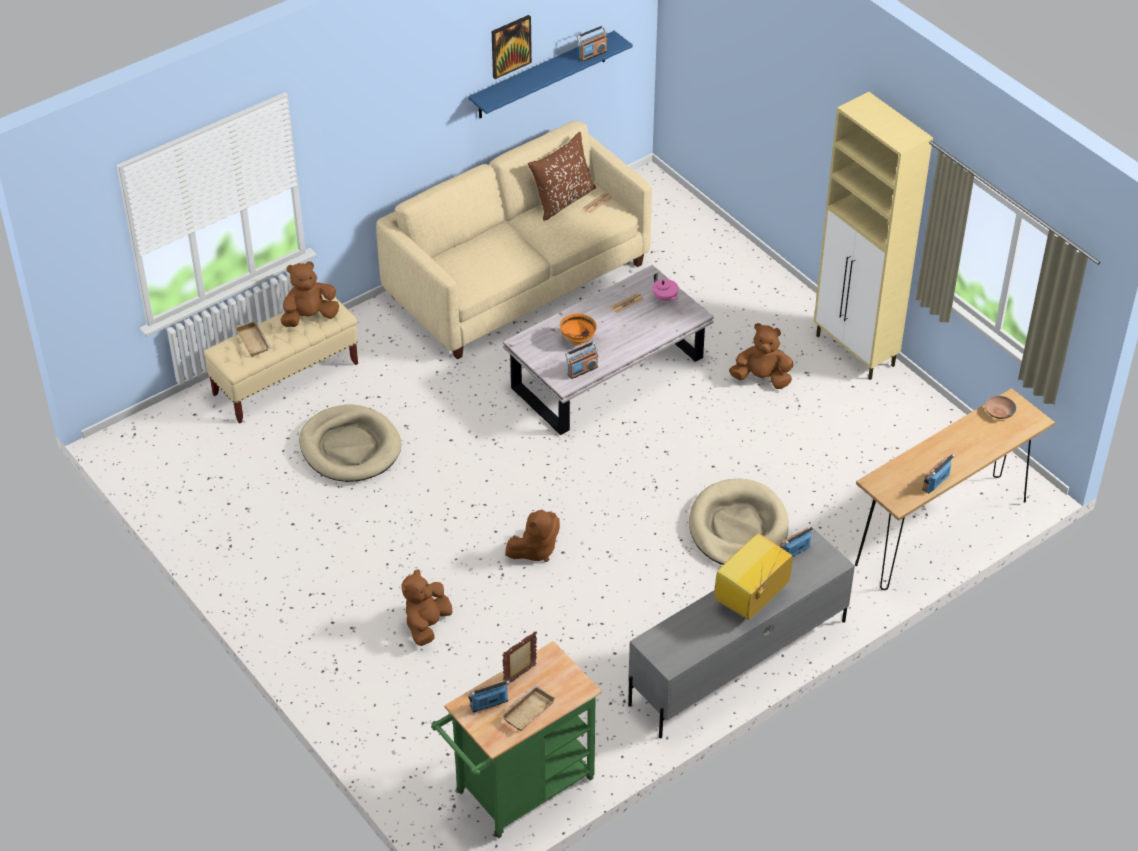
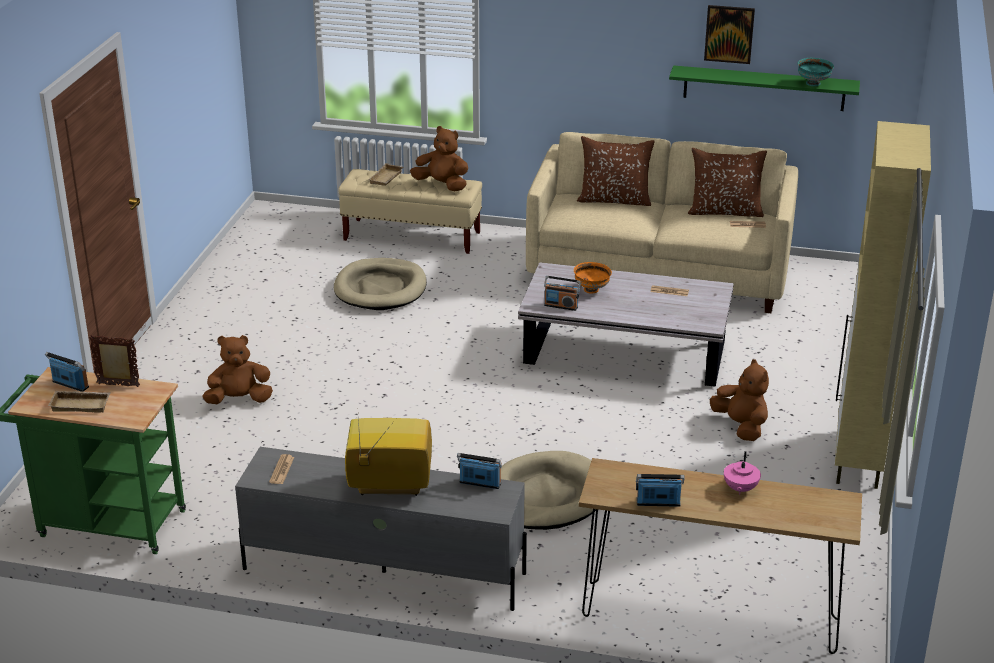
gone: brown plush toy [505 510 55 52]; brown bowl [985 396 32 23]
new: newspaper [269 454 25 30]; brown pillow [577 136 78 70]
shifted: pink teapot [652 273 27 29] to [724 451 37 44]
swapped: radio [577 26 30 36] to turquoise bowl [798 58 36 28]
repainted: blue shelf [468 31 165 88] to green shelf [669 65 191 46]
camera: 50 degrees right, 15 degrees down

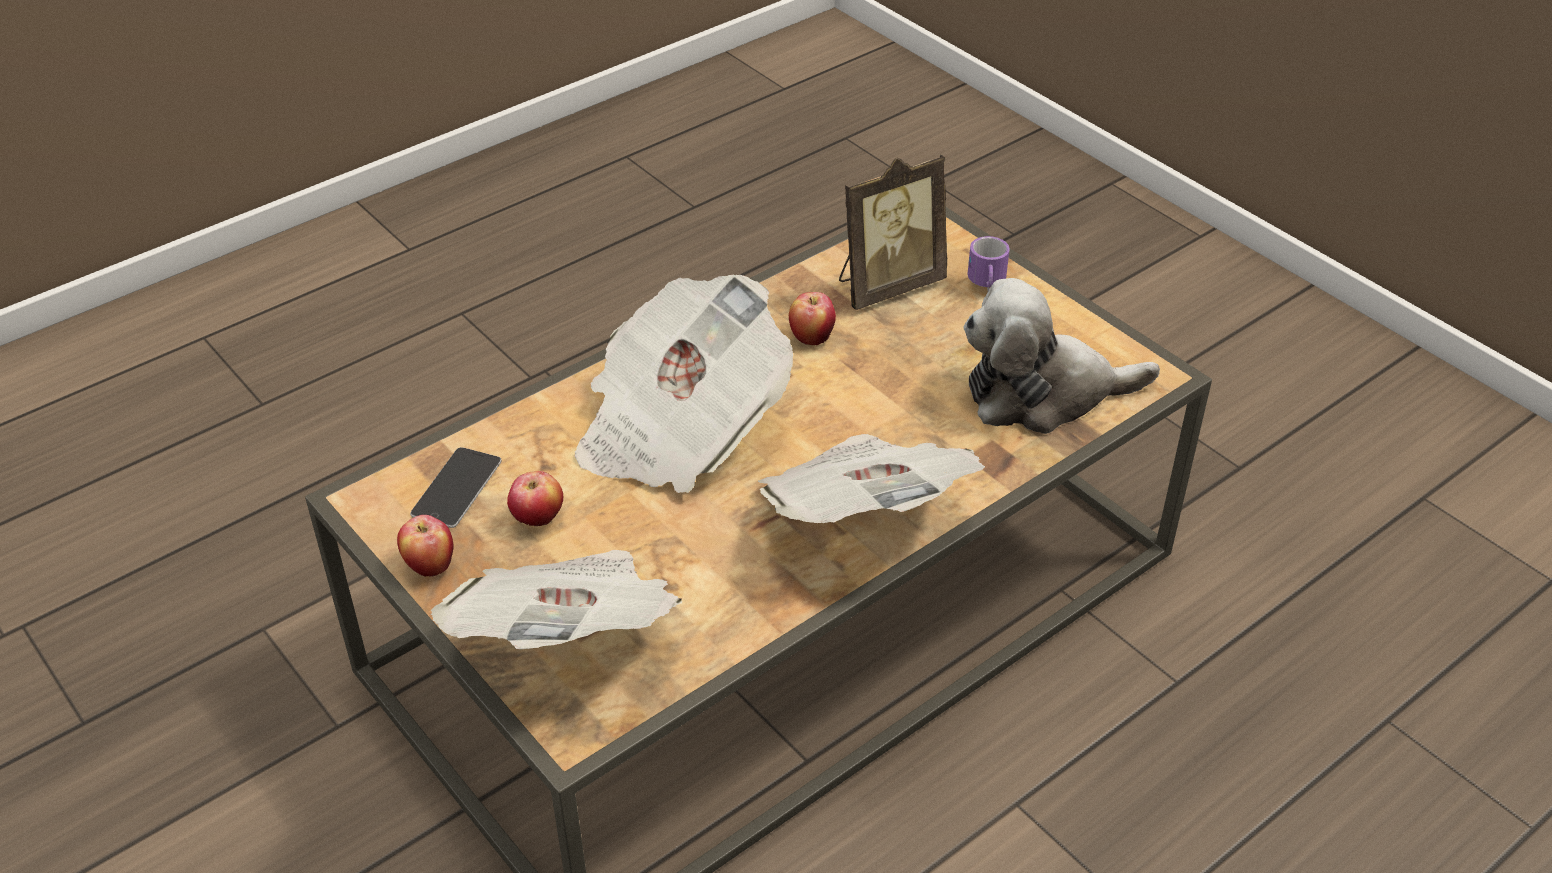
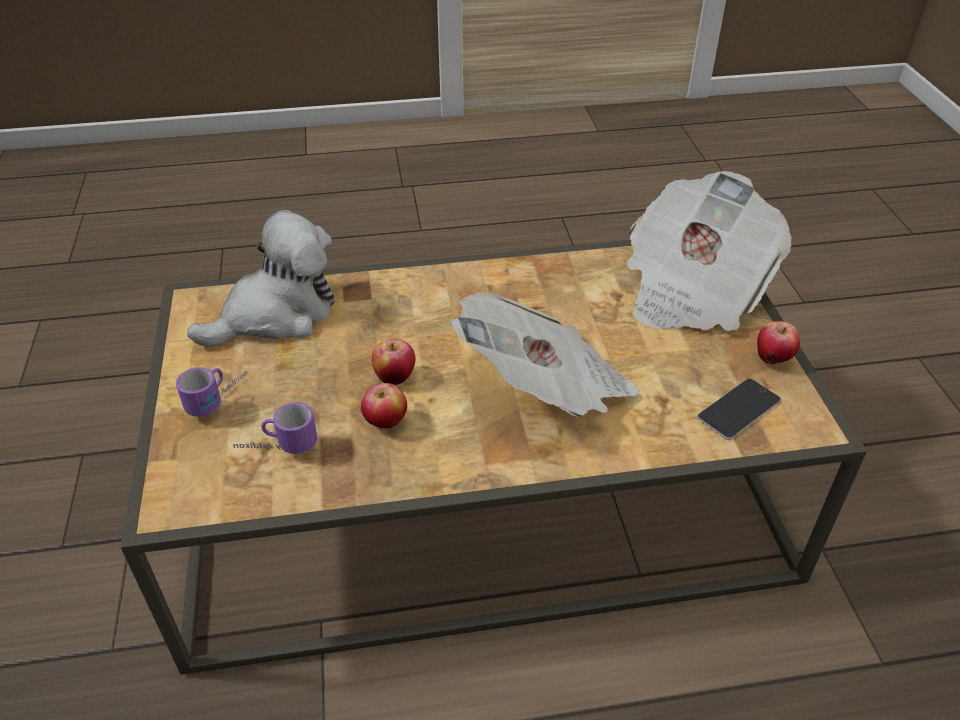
gone: newspaper [758 434 227 89]
shifted: apple [507 471 56 55] to [372 338 44 47]
swapped: picture frame [839 155 108 155] to mug [233 402 84 52]
rotated: plush toy [963 278 197 156] = [187 210 147 137] 60 degrees counterclockwise
camera: 150 degrees left, 0 degrees up

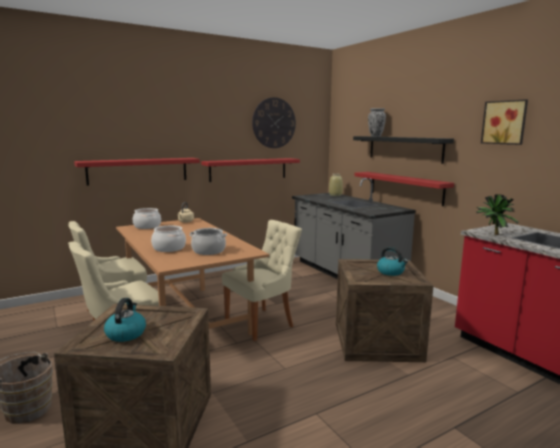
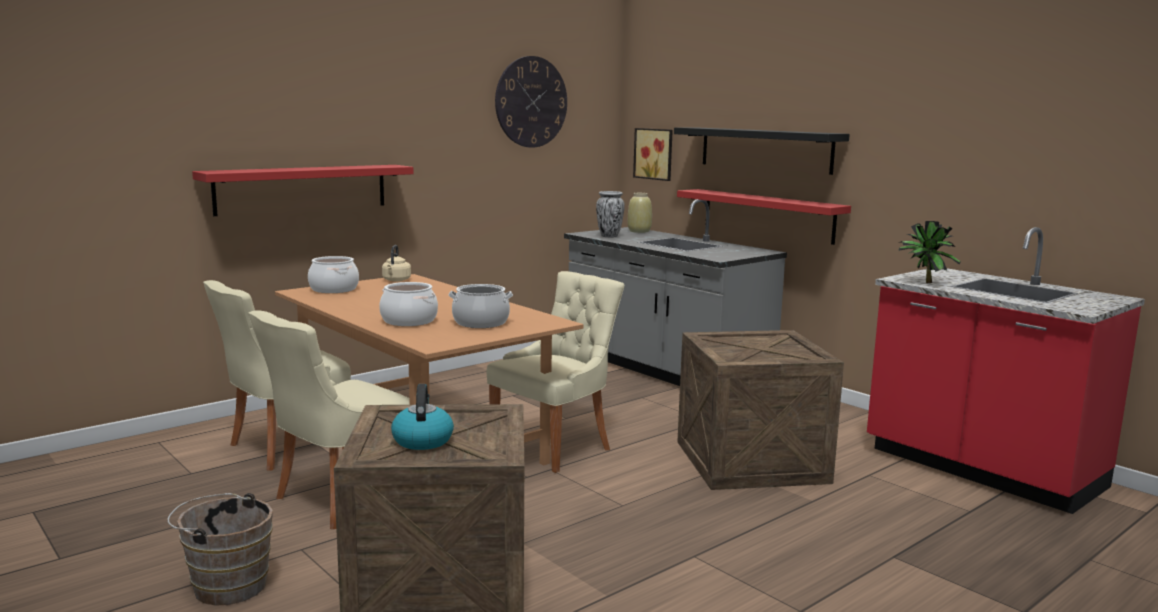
gone: red shelf [201 158 99 24]; kettle [377 247 31 29]
shifted: vase [368 108 18 29] to [596 191 29 47]; picture [481 99 47 46] to [633 128 40 53]
camera: 10 degrees left, 0 degrees up

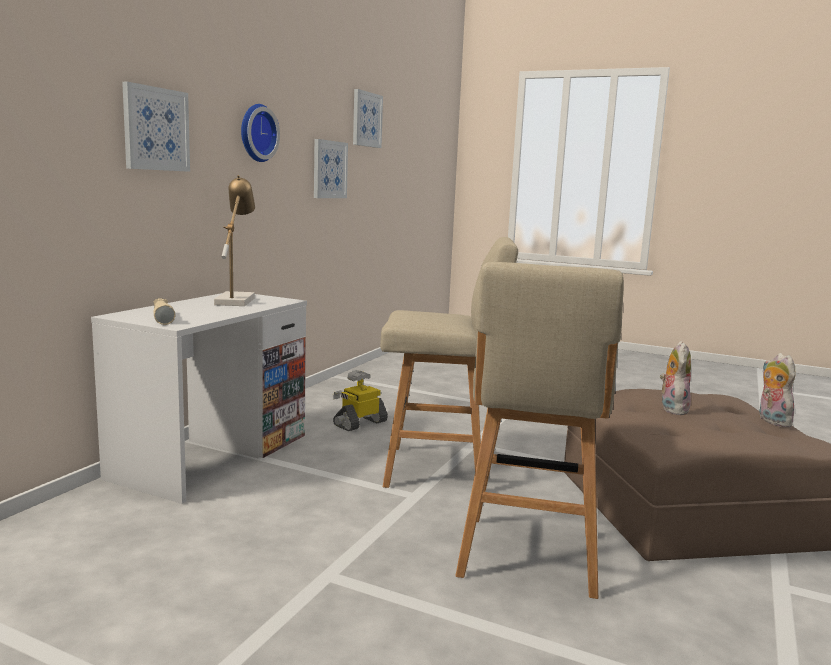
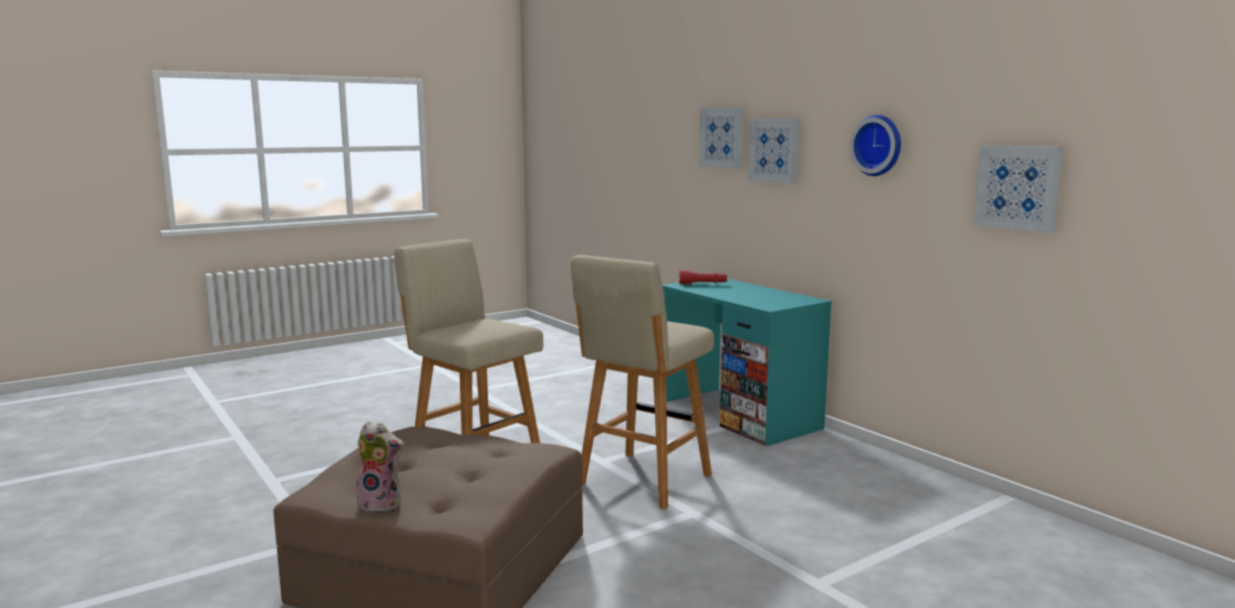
gone: table lamp [214 175 41 131]; toy robot [333 370 55 61]; plush toy [660 341 31 74]
shifted: picture [353 89 30 59] to [699 107 44 62]
repainted: white desk [91 291 216 213] to turquoise desk [663 279 169 167]; beige flashlight [153 298 23 27] to red flashlight [679 270 48 14]
camera: 120 degrees right, 0 degrees up

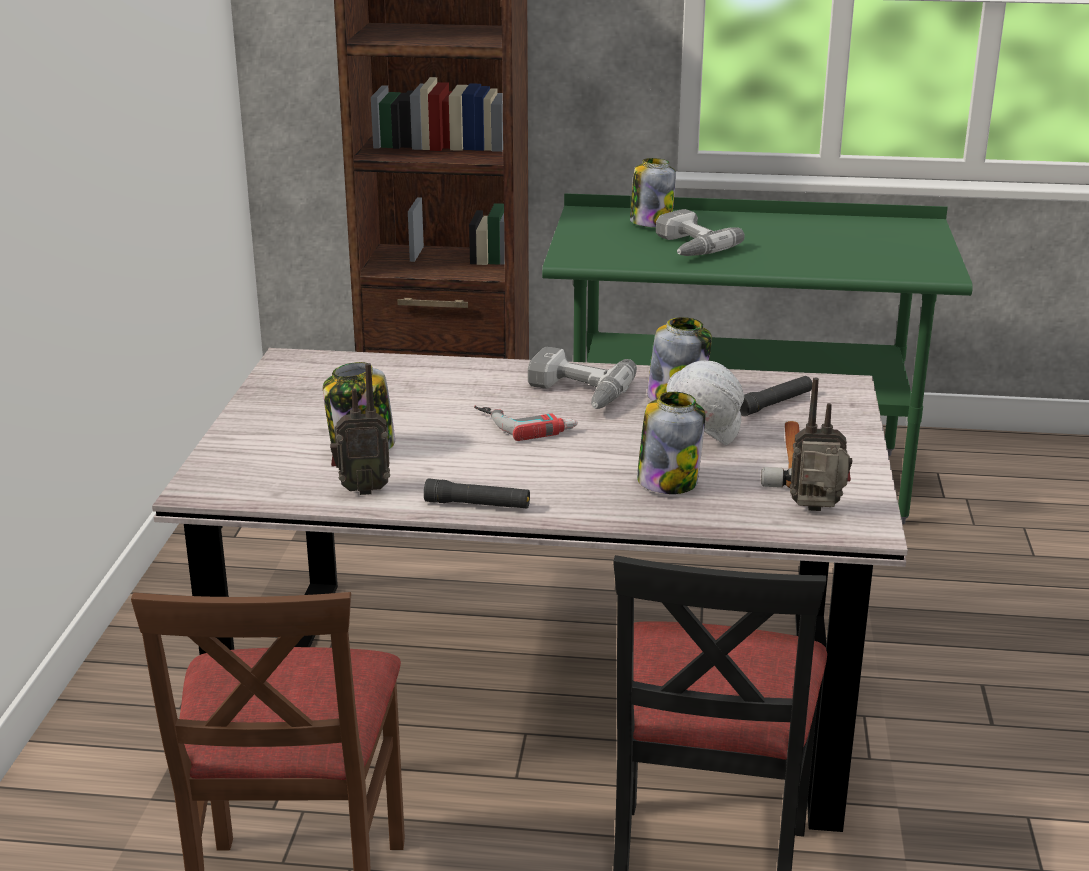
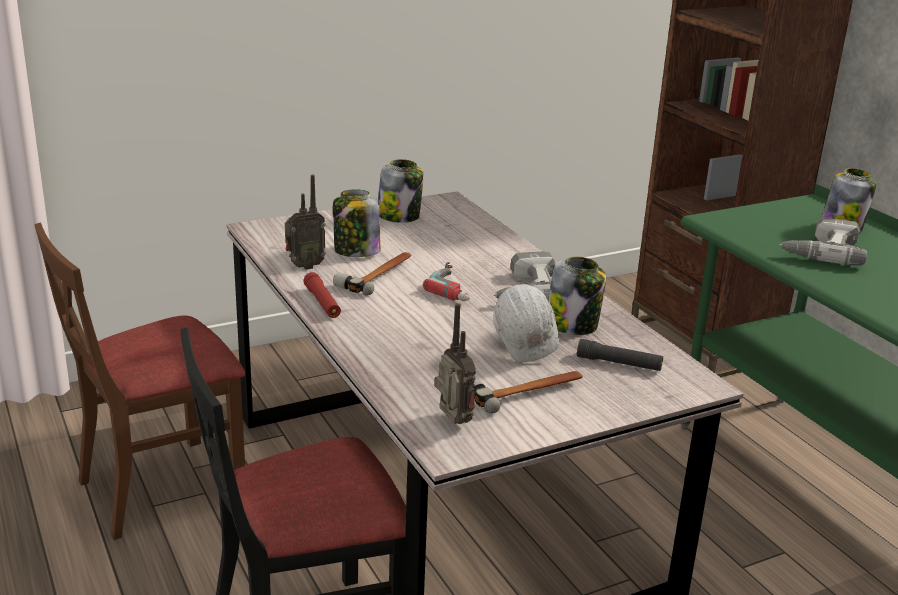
new: hammer [333 252 79 43]
shifted: jar [637 392 68 102] to [378 159 46 64]
repainted: black flashlight [424 478 106 31] to red flashlight [304 272 37 46]
rotated: radio [330 363 60 132] = [285 175 41 95] 75 degrees counterclockwise
camera: 55 degrees right, 0 degrees up

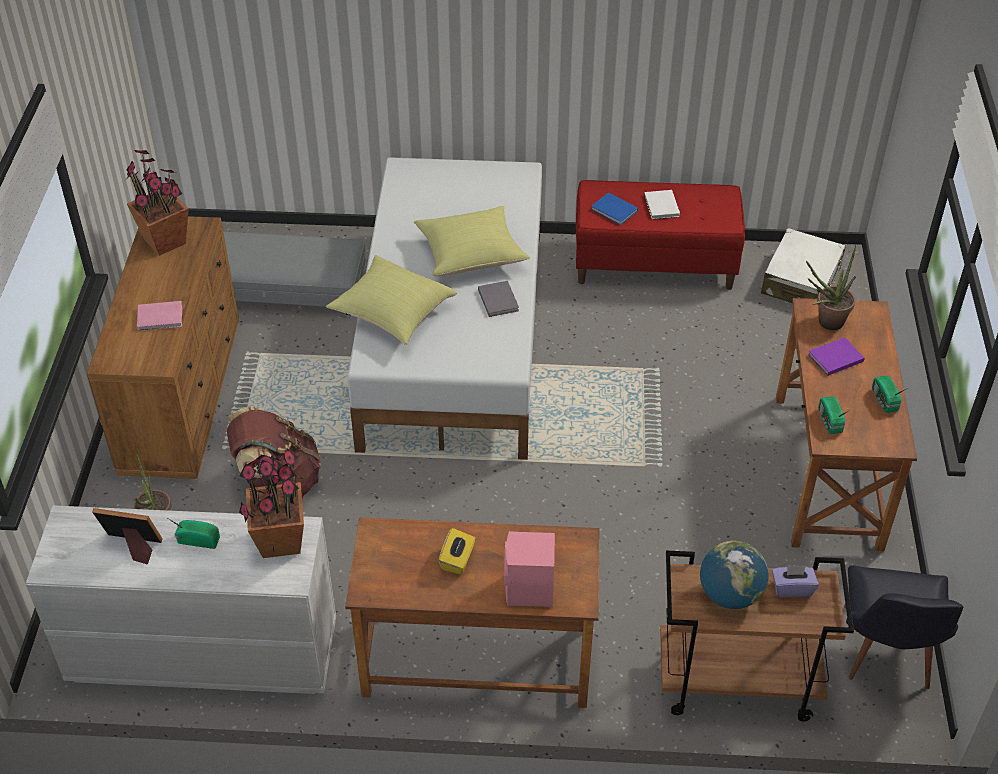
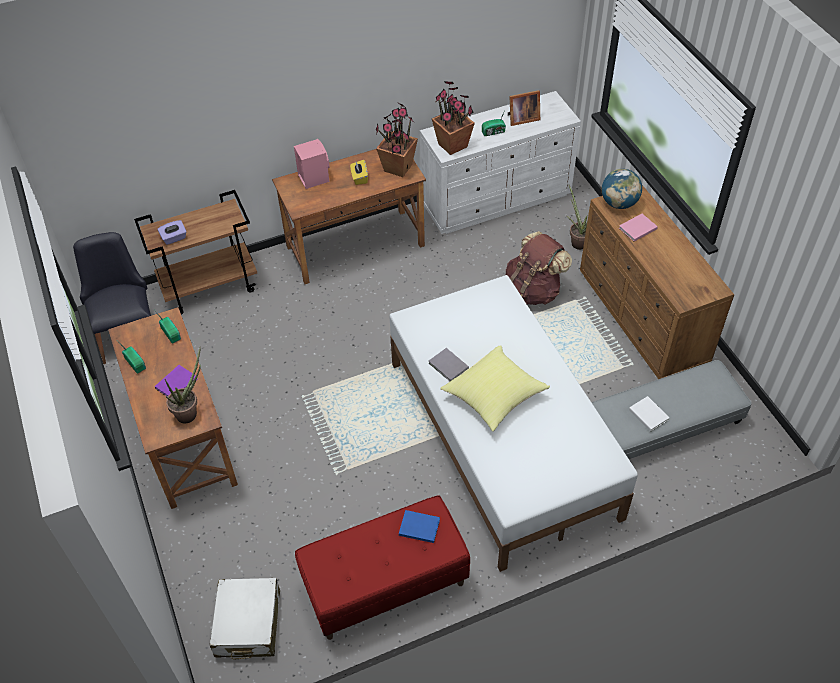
gone: yellow pillow [326 255 131 90]
shifted: potted plant [126 150 63 106] to [376 101 42 76]; white book [644 190 36 29] to [629 396 41 35]; globe [700 541 68 68] to [602 169 40 40]
camera: 155 degrees right, 5 degrees up

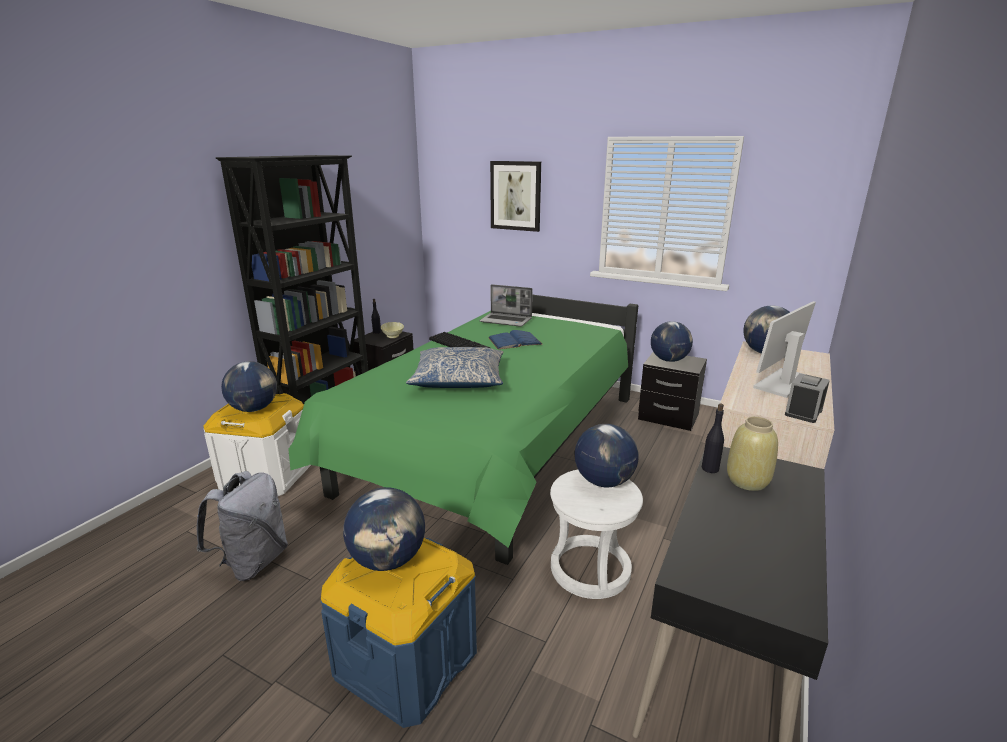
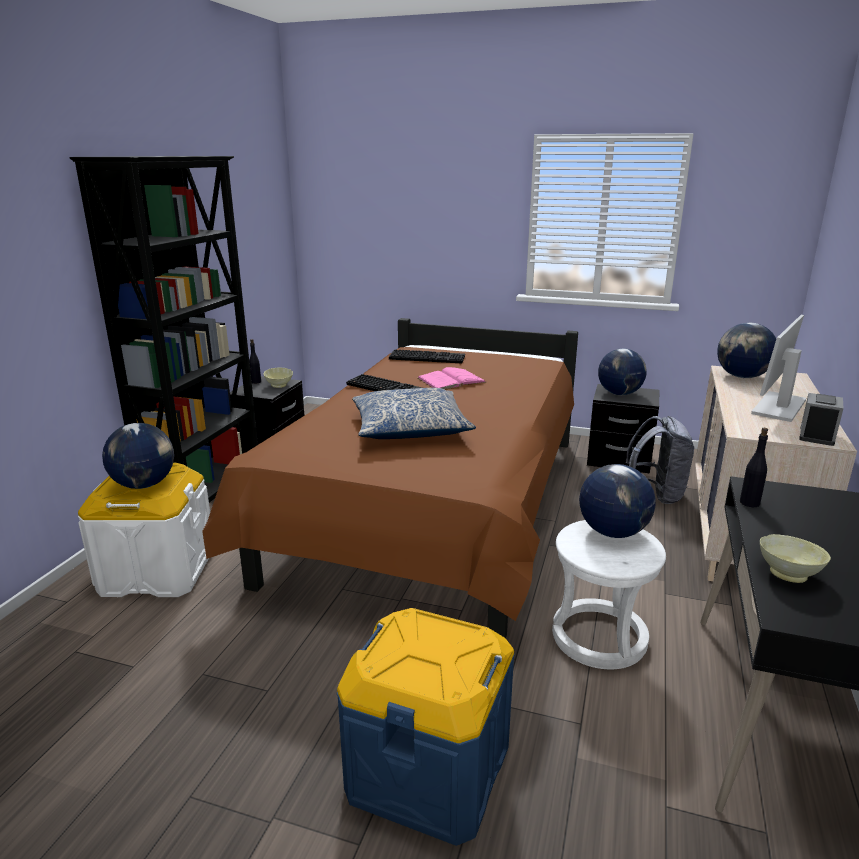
gone: globe [343 487 82 84]; picture [490 161 51 71]; beige vase [727 416 51 75]
new: beige bowl [760 534 71 49]
shifted: grey backpack [196 471 92 110] to [626 416 68 88]
swapped: laptop [480 284 53 43] to keyboard [389 349 76 14]
repainted: green bed [288 295 350 270] to brown bed [202 318 376 320]; blue book [488 330 55 19] to pink book [418 367 68 22]
camera: 10 degrees left, 0 degrees up

